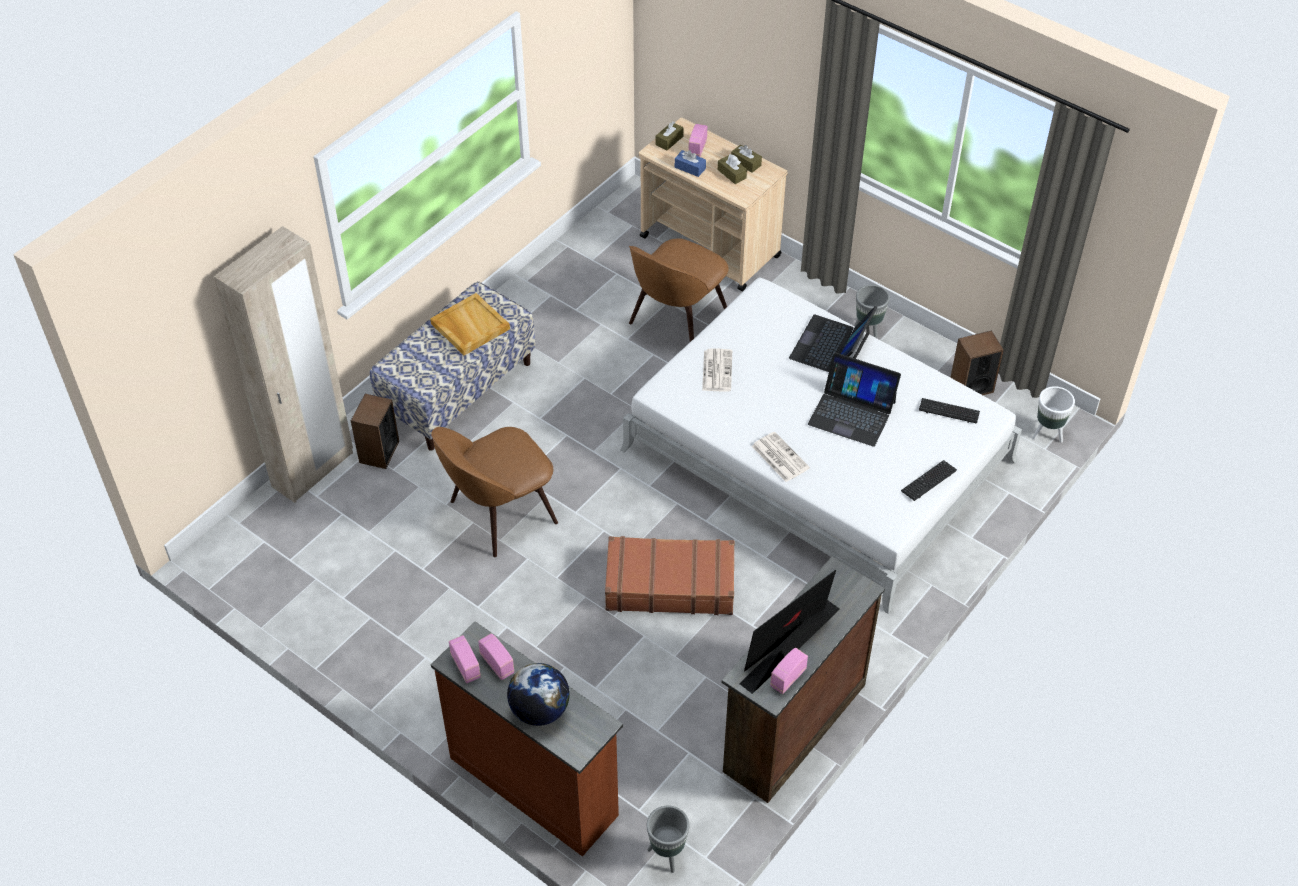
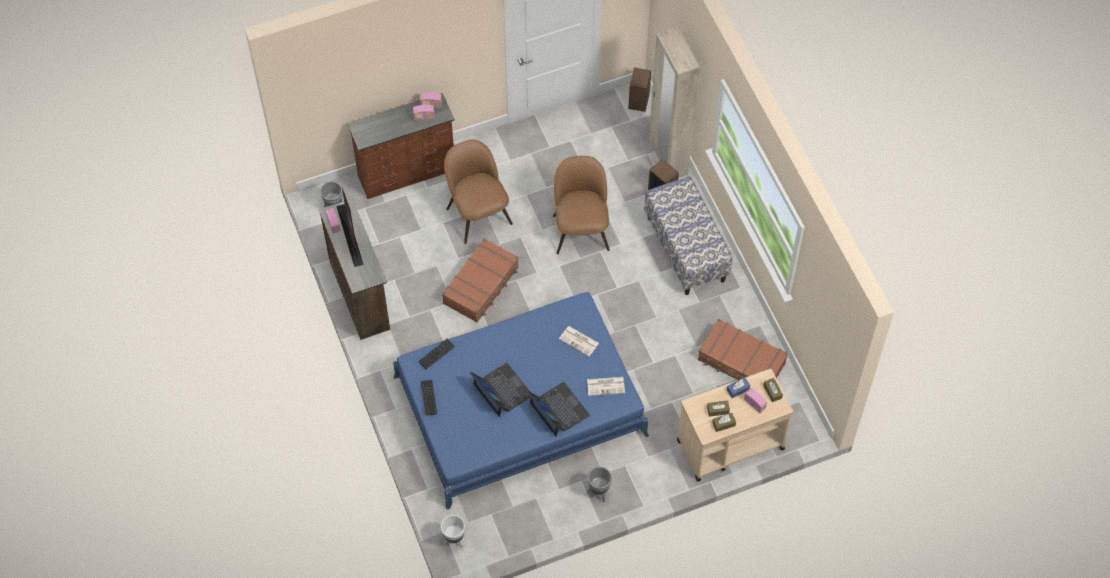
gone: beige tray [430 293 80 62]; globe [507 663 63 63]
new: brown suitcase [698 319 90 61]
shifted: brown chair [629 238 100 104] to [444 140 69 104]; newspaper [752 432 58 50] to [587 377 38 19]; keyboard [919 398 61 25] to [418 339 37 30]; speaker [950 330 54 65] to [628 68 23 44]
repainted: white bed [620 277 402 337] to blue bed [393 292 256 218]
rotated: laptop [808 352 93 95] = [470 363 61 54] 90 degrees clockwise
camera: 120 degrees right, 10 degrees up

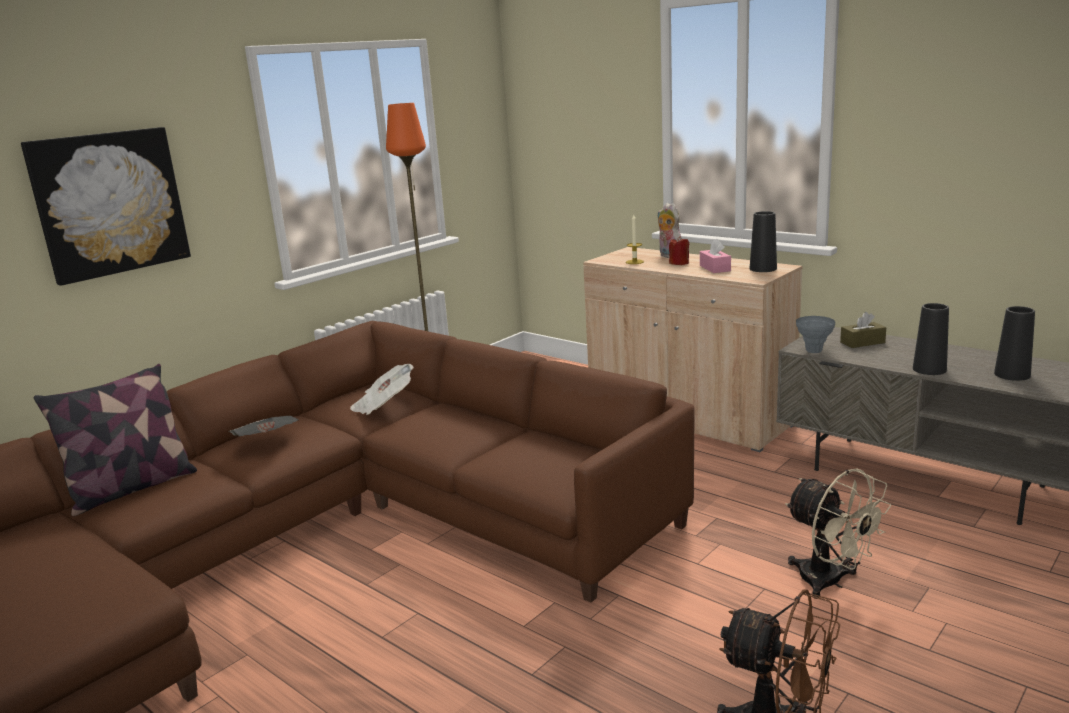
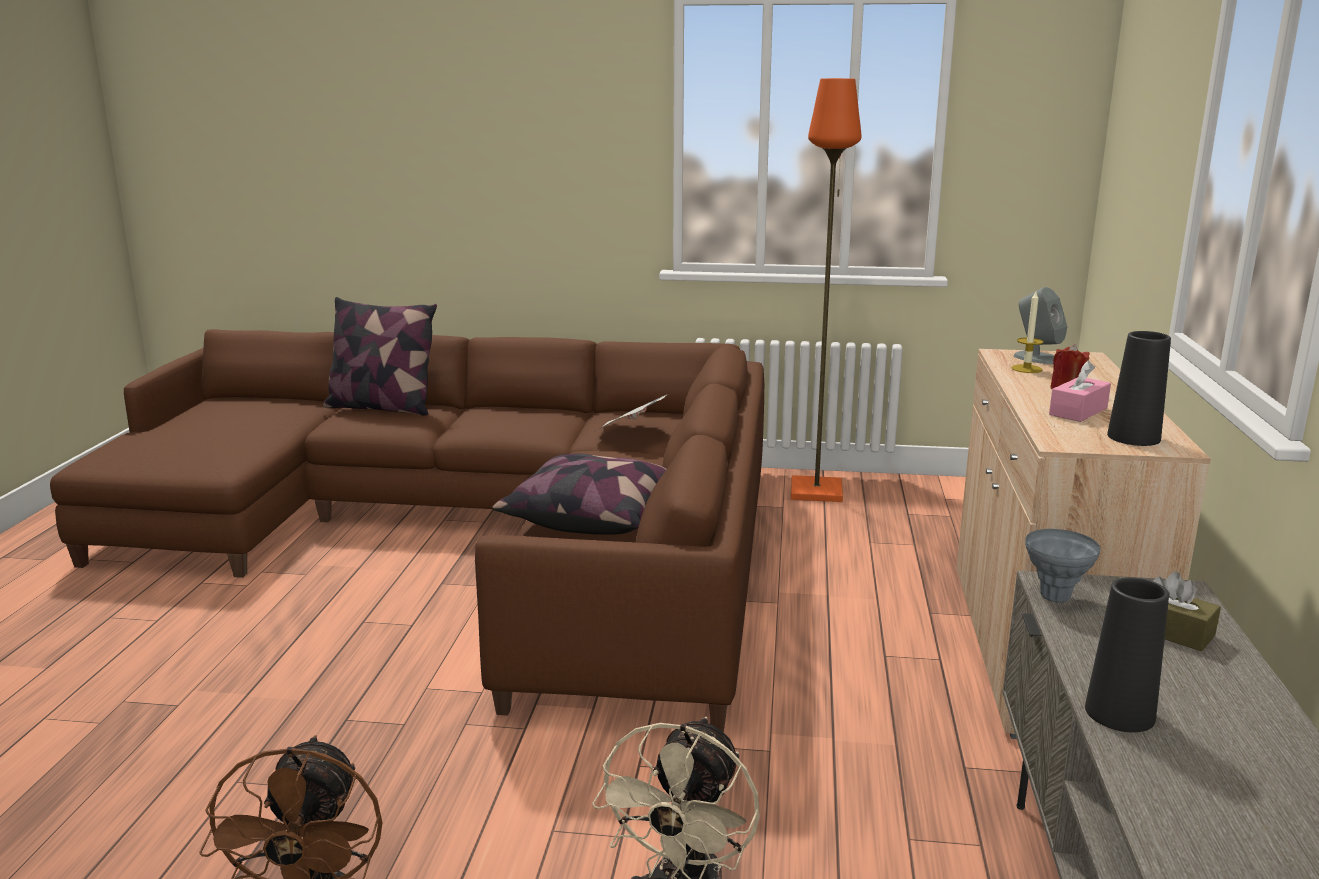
gone: picture [21 127 170 159]; newspaper [230 416 69 20]; plush toy [658 203 24 55]; black vase [994 306 41 75]
new: pillow [492 454 175 81]; grey speaker [1013 287 54 77]
camera: 55 degrees right, 0 degrees up

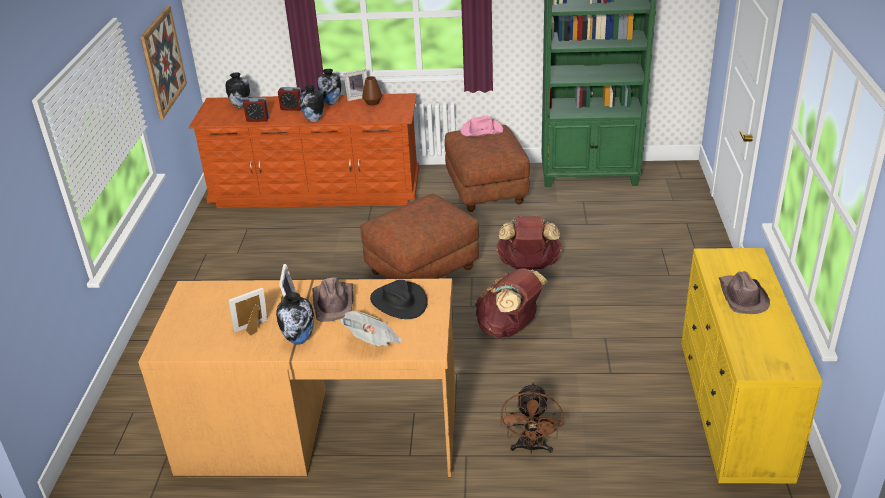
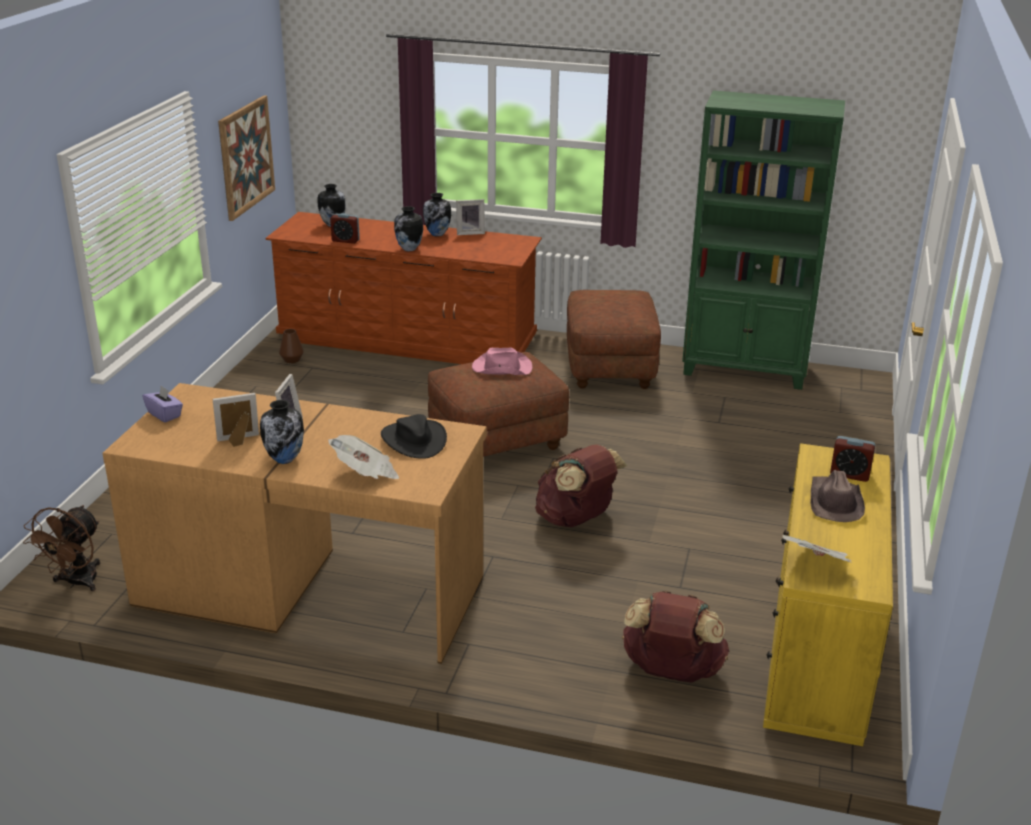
gone: brown hat [312 278 42 44]
new: purple tissue box [143 386 40 36]; newspaper [782 535 70 28]
shifted: alarm clock [278 87 23 24] to [830 436 45 46]; brown vase [362 76 20 30] to [279 329 25 34]; pink hat [461 116 42 21] to [472 348 60 27]; brown backpack [496 216 66 54] to [622 591 107 92]; brown fan [500 383 63 71] to [23 505 77 86]
camera: 10 degrees right, 5 degrees down

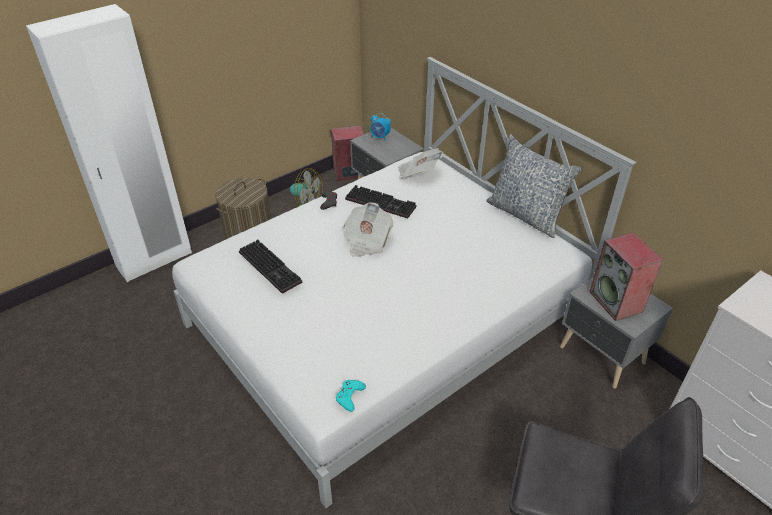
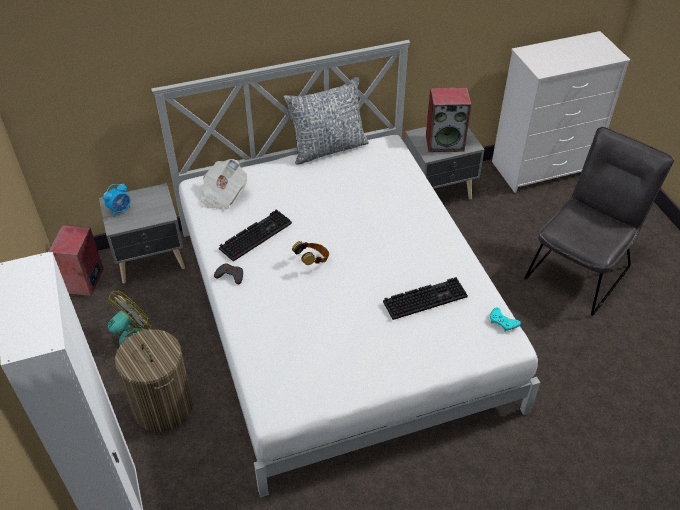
shifted: keyboard [239 240 64 54] to [383 277 85 43]
swapped: newspaper [343 202 51 55] to headphones [292 241 37 24]
camera: 70 degrees left, 5 degrees up

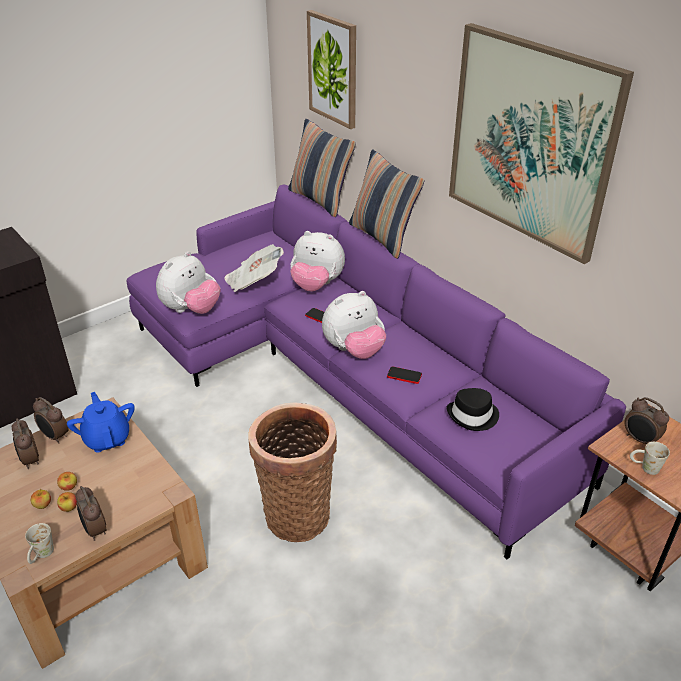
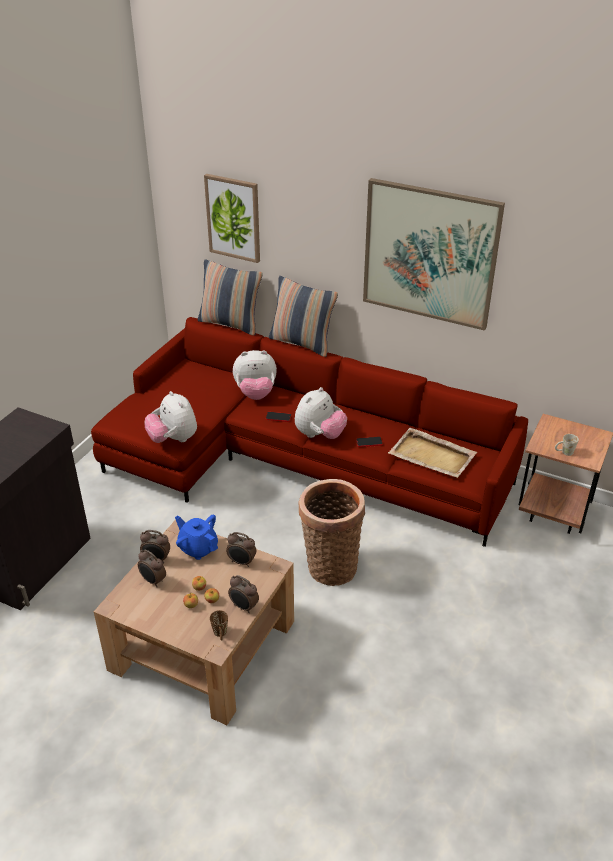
gone: newspaper [224 244 60 48]
shifted: alarm clock [624 397 45 47] to [226 532 30 35]
swapped: black hat [446 388 53 43] to beige tray [388 428 89 50]
repainted: white mug [25 523 29 41] to brown mug [210 610 18 31]; purple sofa [126 185 500 374] to red sofa [91 317 437 230]
rotated: plush toy [156 251 64 63] = [145 391 52 52] 135 degrees clockwise
camera: 25 degrees left, 0 degrees up

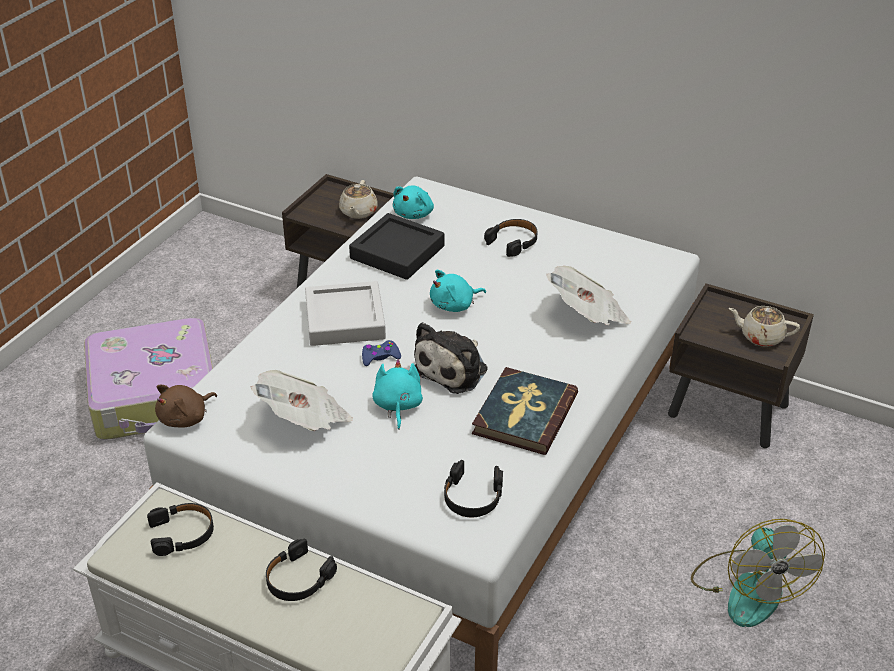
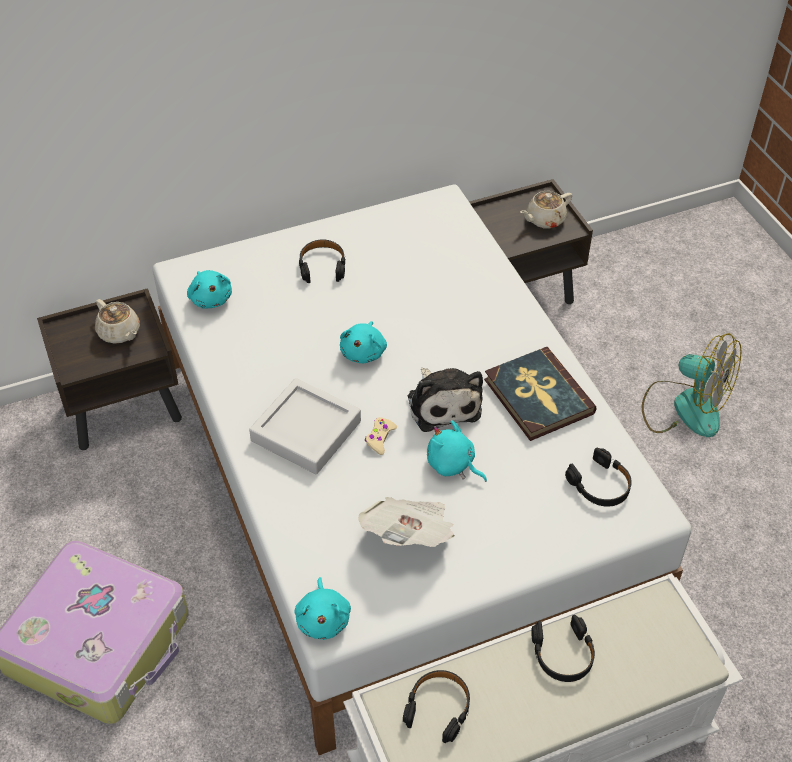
gone: black tray [349 213 95 67]; newspaper [546 266 85 59]
repainted: brown plush toy [155 385 62 43] to turquoise plush toy [294 577 57 63]; blue game controller [362 340 39 26] to beige game controller [365 417 32 38]
camera: 50 degrees left, 10 degrees up

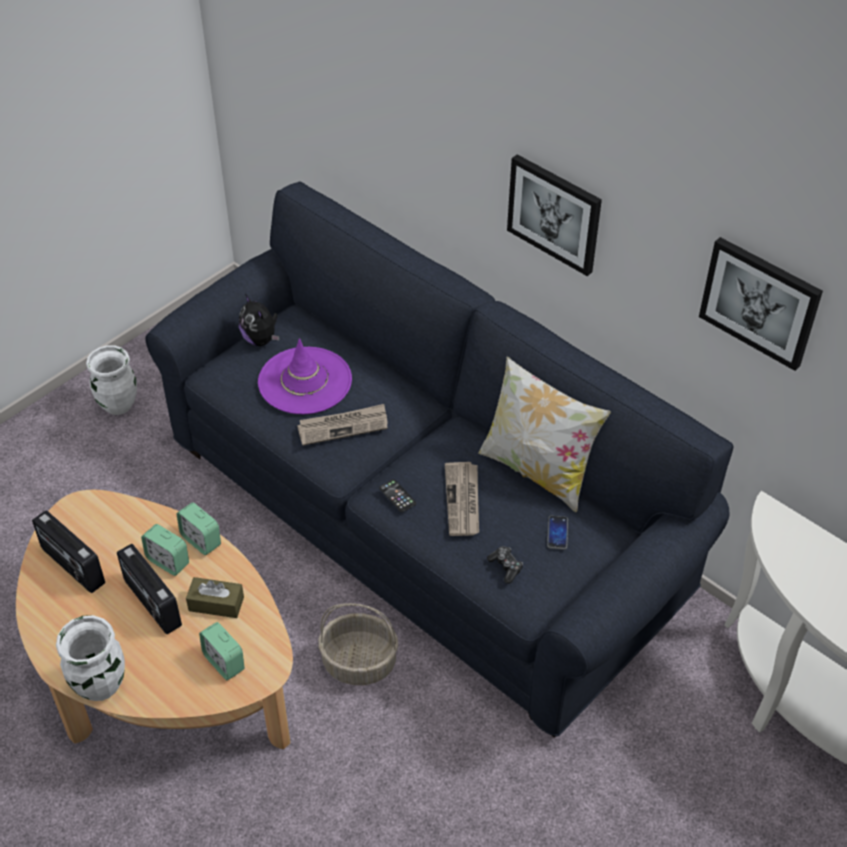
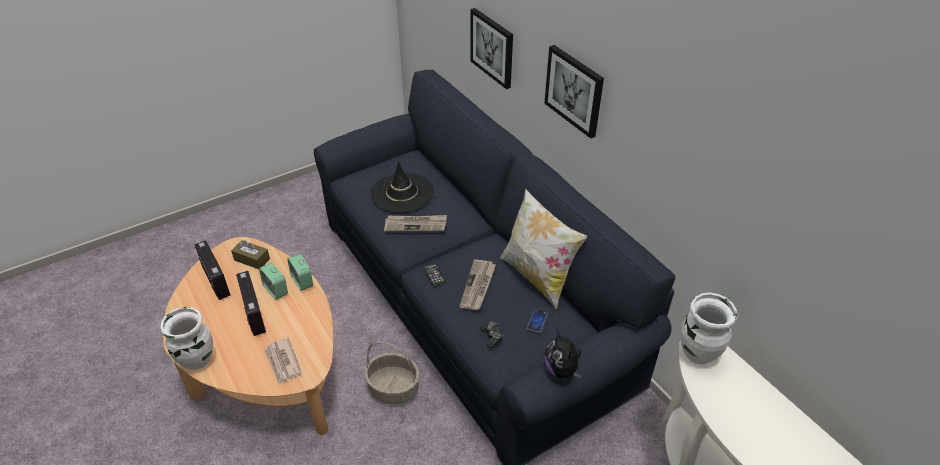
shifted: white vase [86 345 51 70] to [680 293 57 71]; brown tissue box [186 577 58 41] to [231 240 39 29]; plush toy [239 294 41 52] to [544 330 38 49]; picture [699 237 124 134] to [470 8 43 81]
swapped: alarm clock [199 622 46 59] to newspaper [263 337 39 48]
repainted: purple hat [258 338 94 76] to black hat [370 161 64 52]
camera: 15 degrees right, 5 degrees down

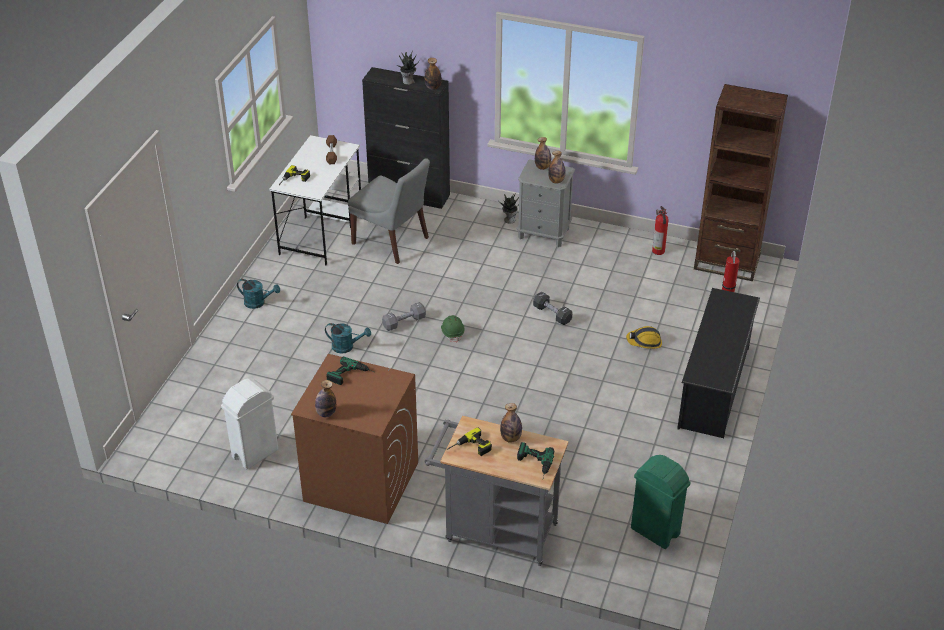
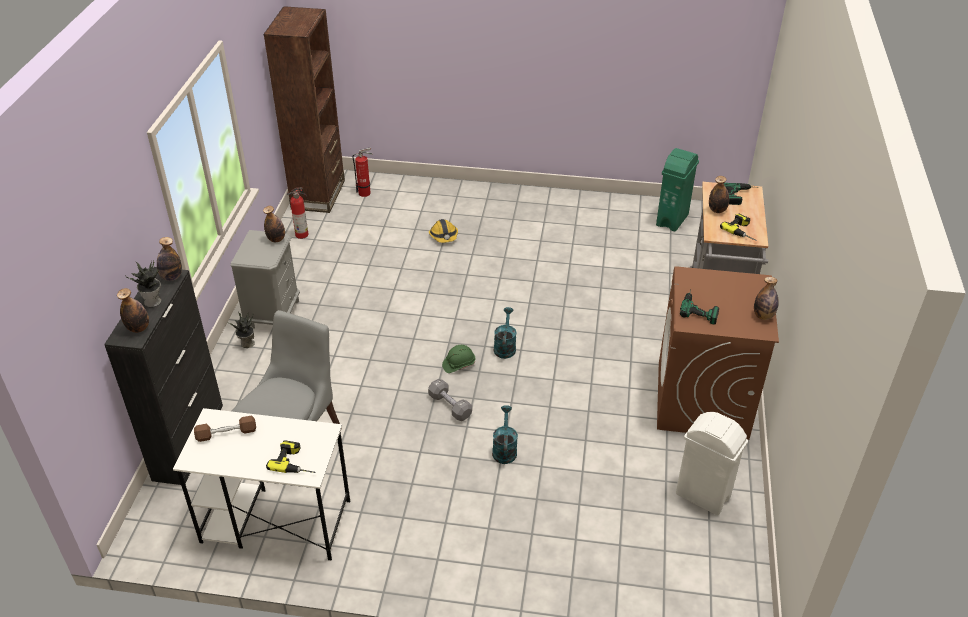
gone: black dumbbell [533 292 39 33]; black shoe rack [677 288 83 150]
shifted: turquoise watering can [237 279 43 30] to [494 307 23 52]; bottle [535 137 16 33] to [117 288 32 45]
camera: 100 degrees left, 0 degrees up

